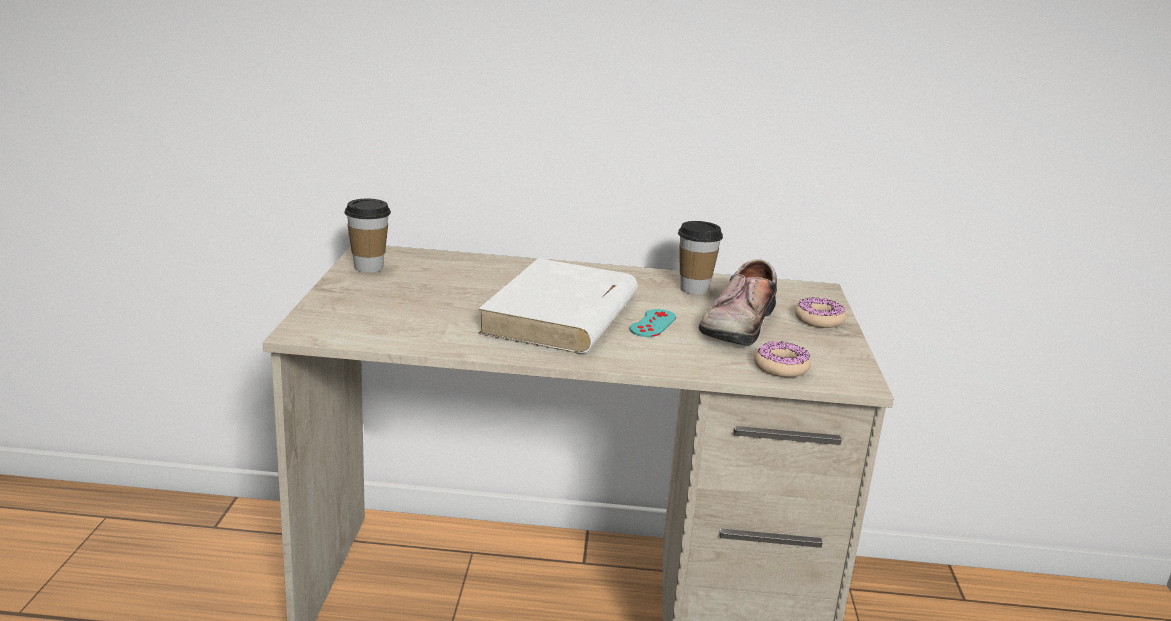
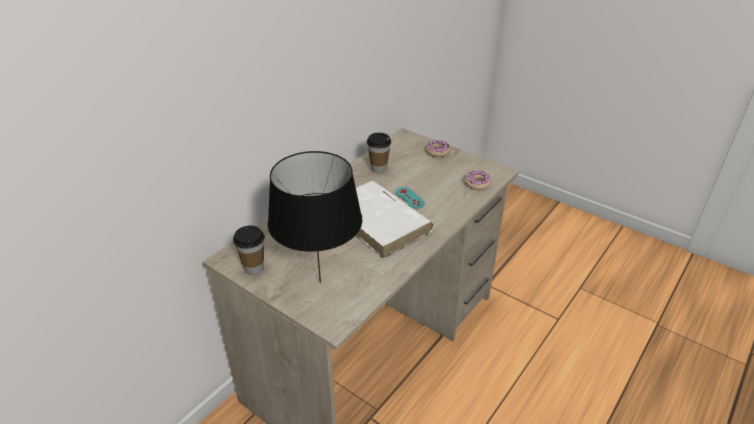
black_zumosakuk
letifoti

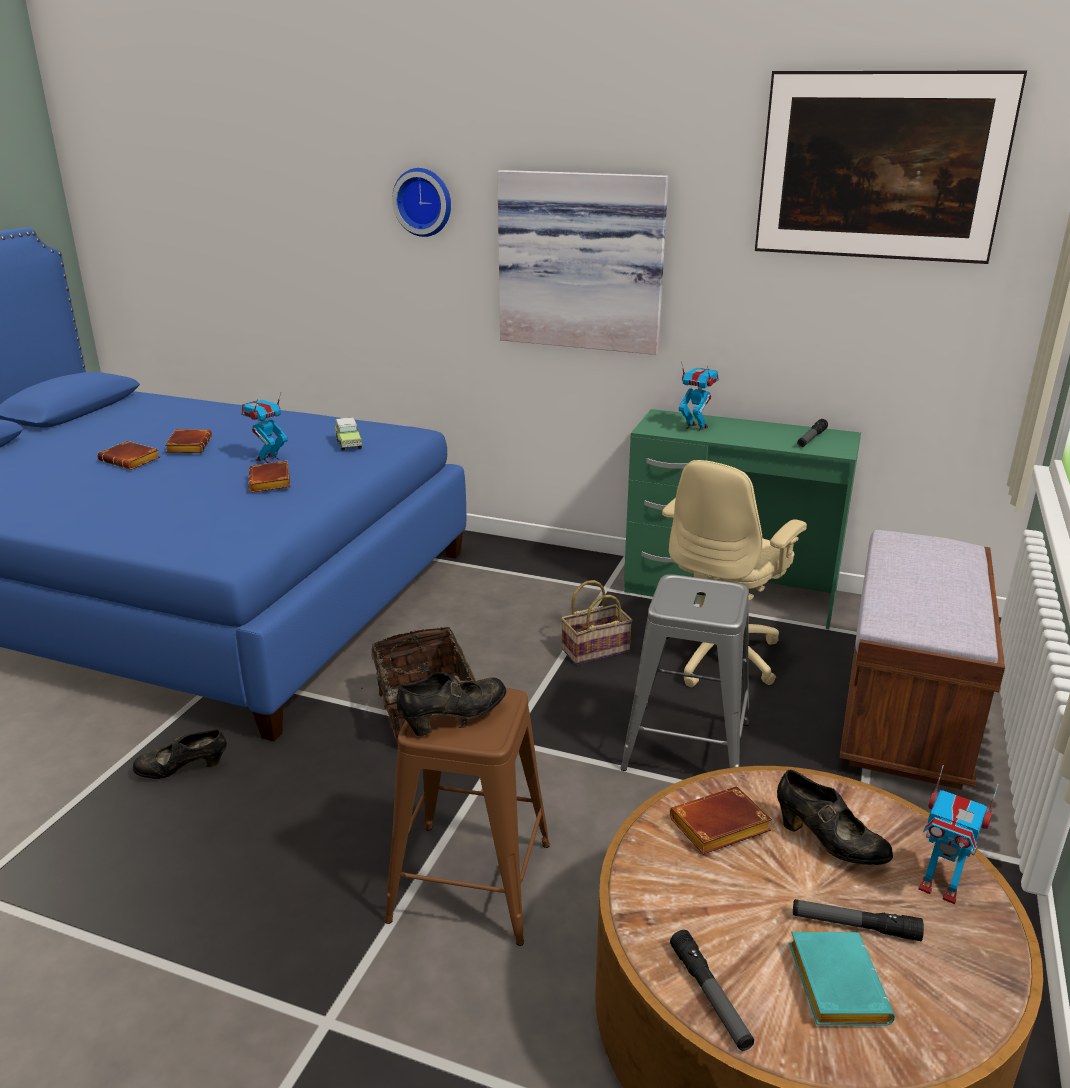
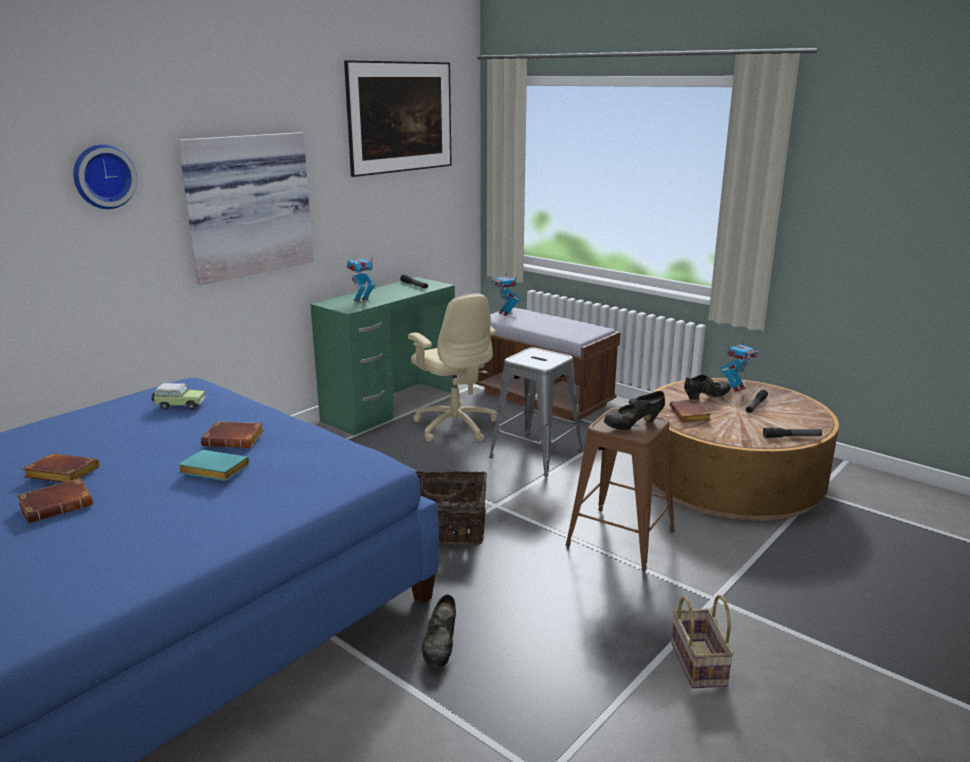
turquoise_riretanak
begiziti (2nd from left)
black_letifoti (2nd from left)
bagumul (2nd from left)

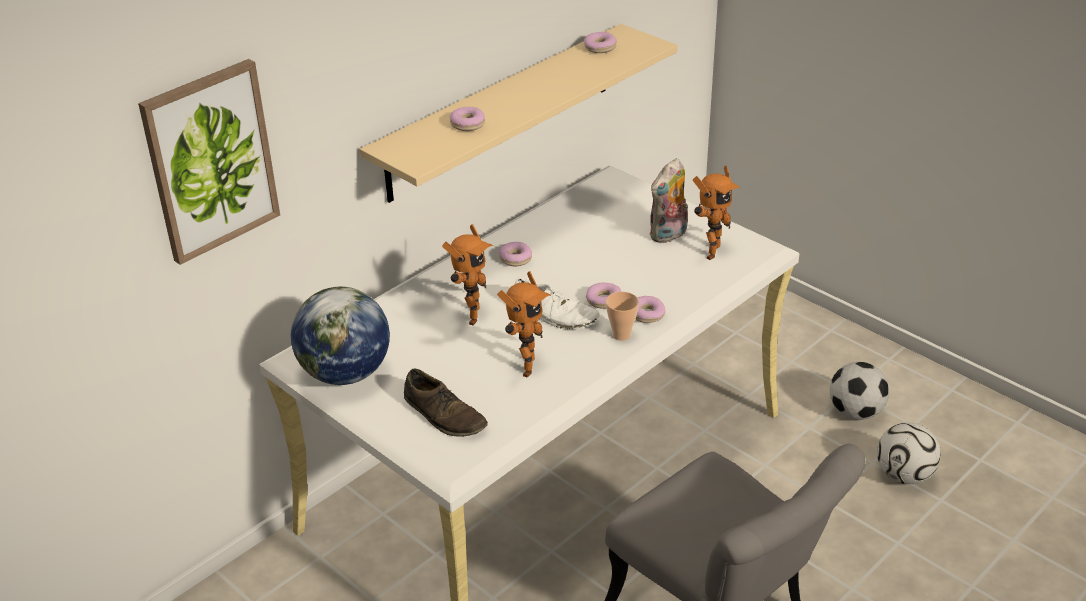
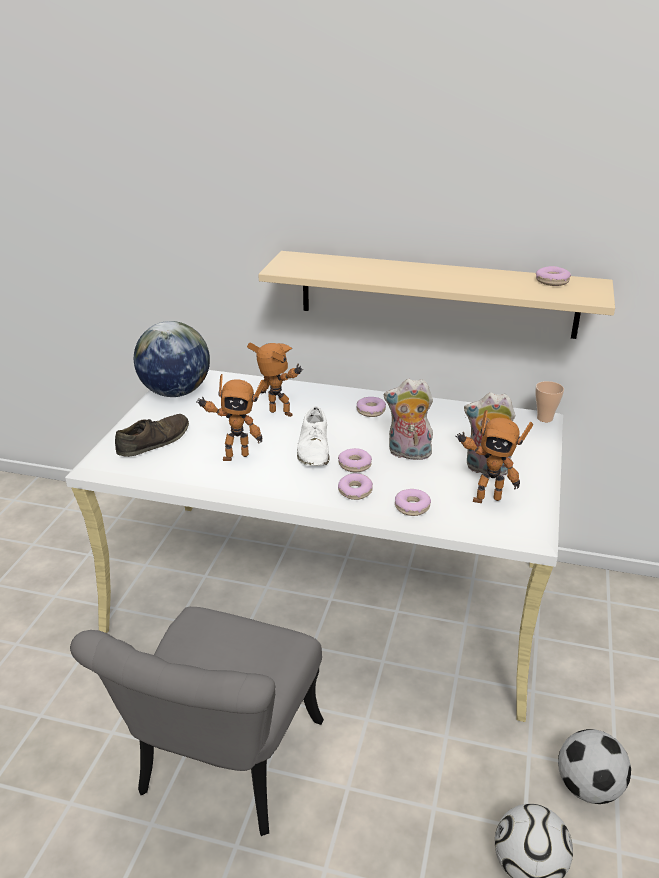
brown_letifoti
begiziti (2nd from left)
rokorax (1st from left)
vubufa (4th from left)
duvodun
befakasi

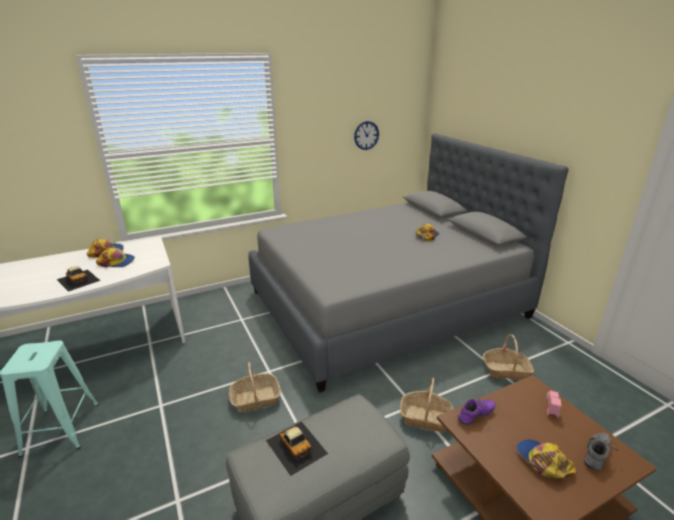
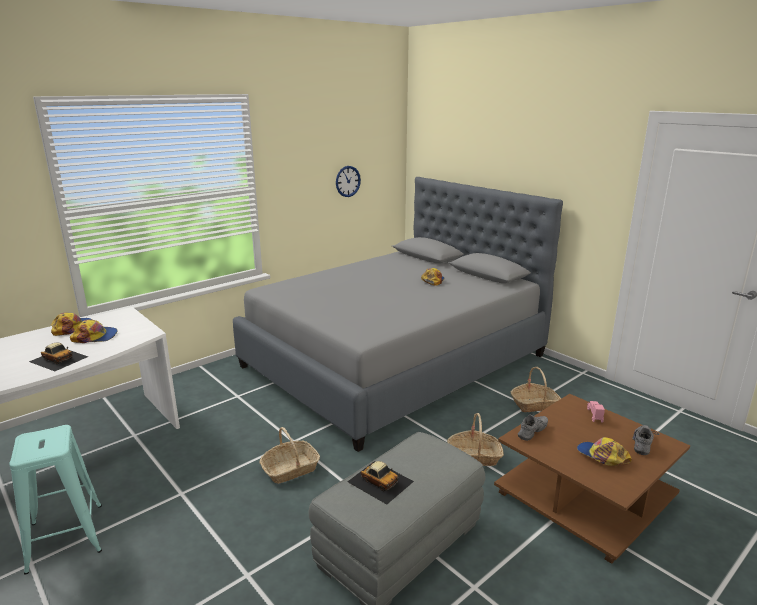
grey_letifoti (1st from left)

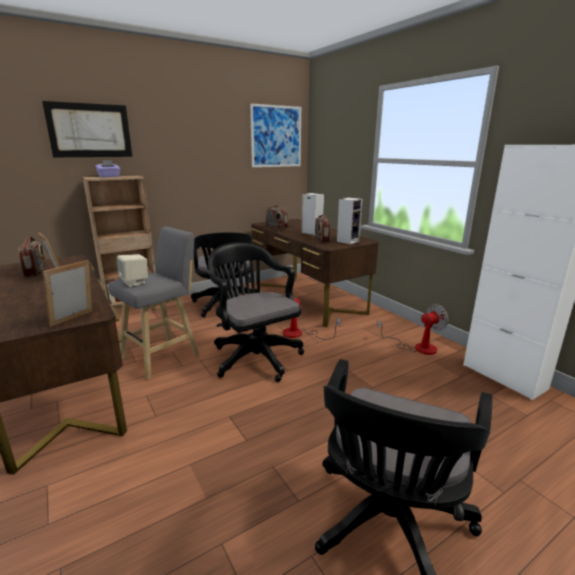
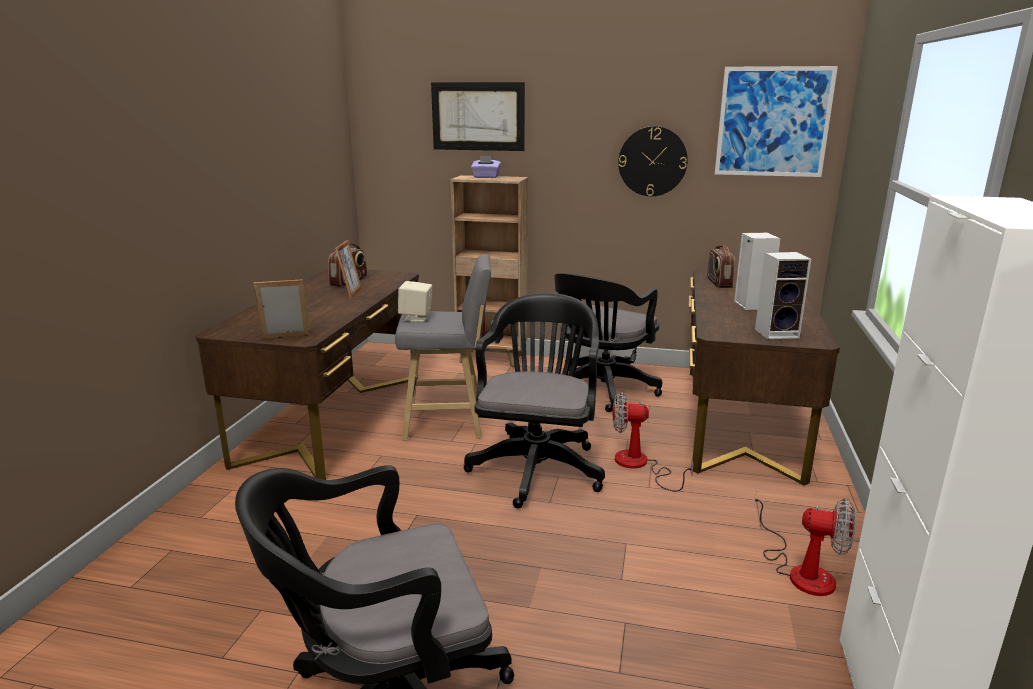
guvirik
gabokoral (3rd from left in the first image)

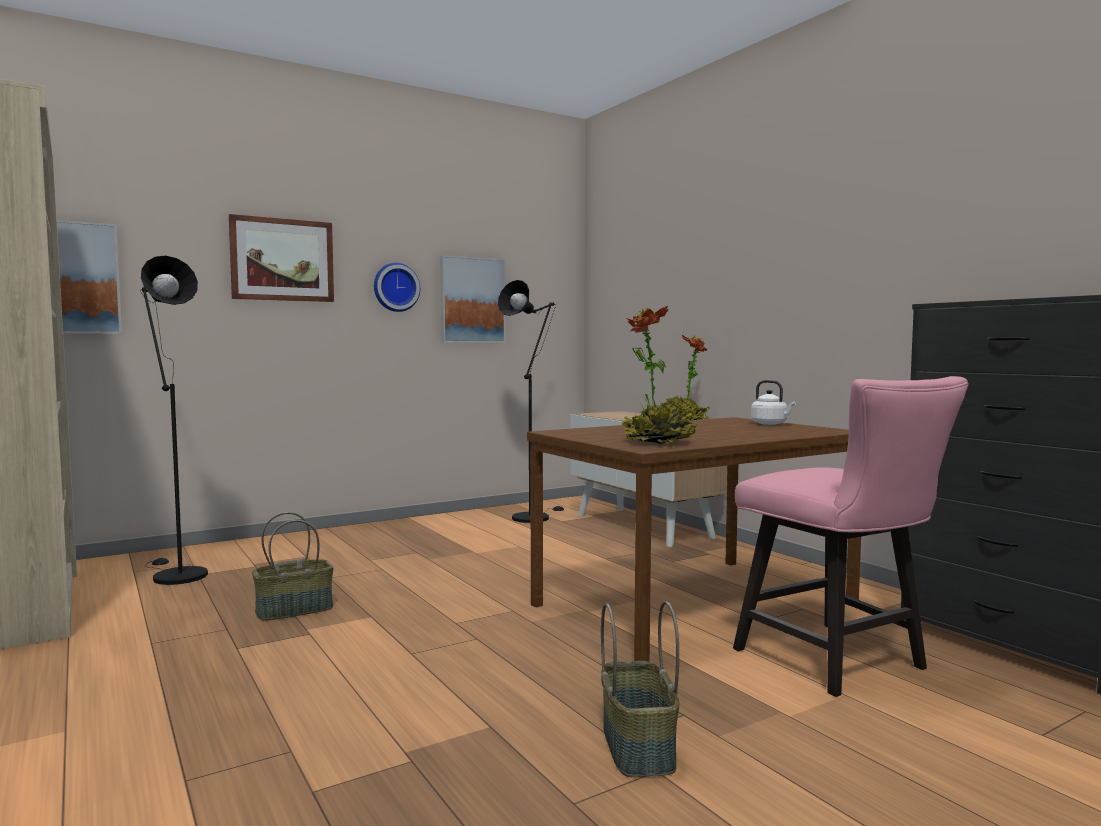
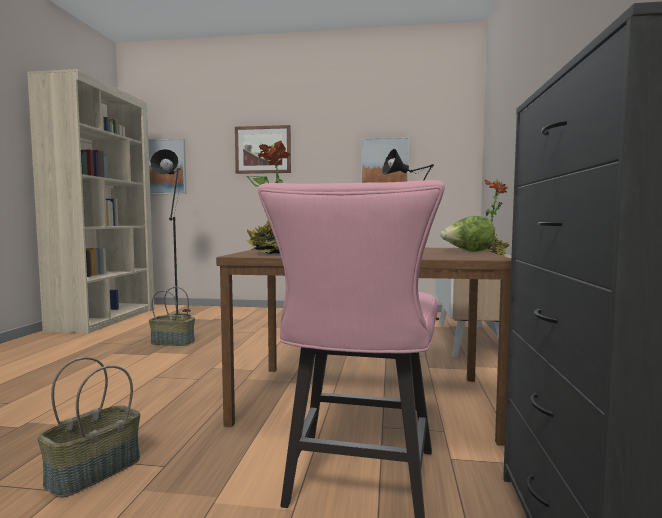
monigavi
guvirik

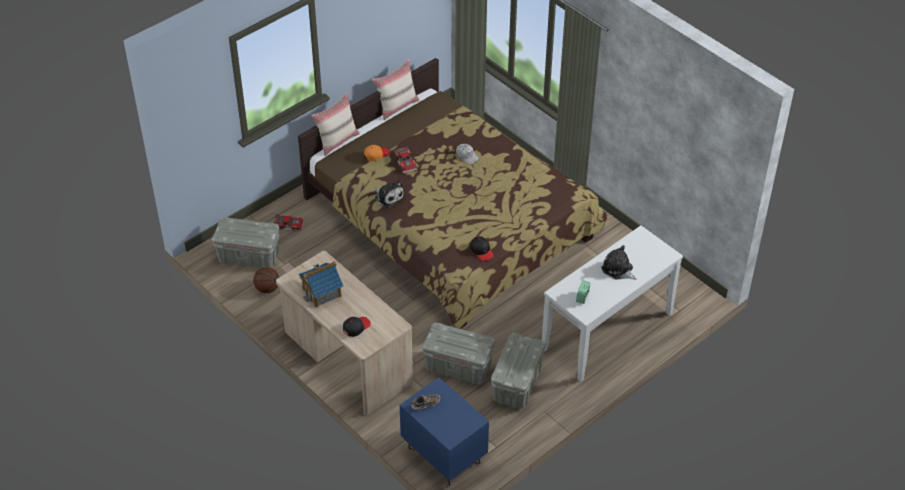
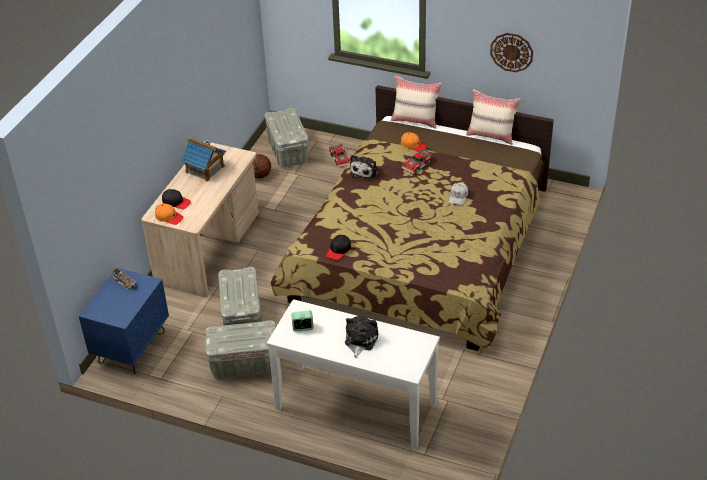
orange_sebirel (1st from left)
guvirik

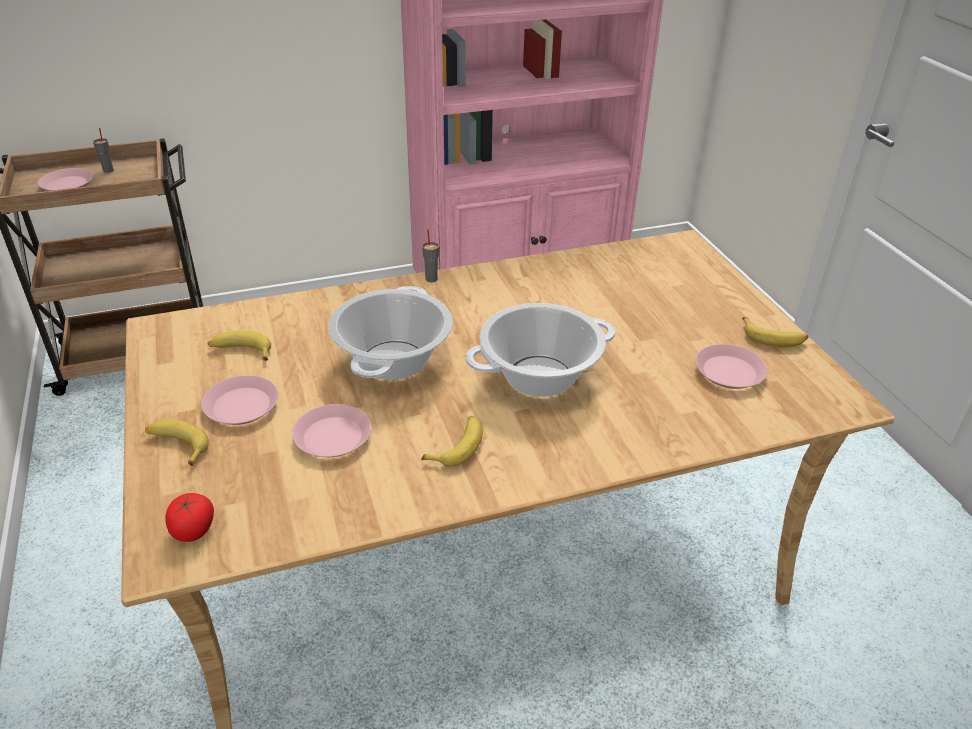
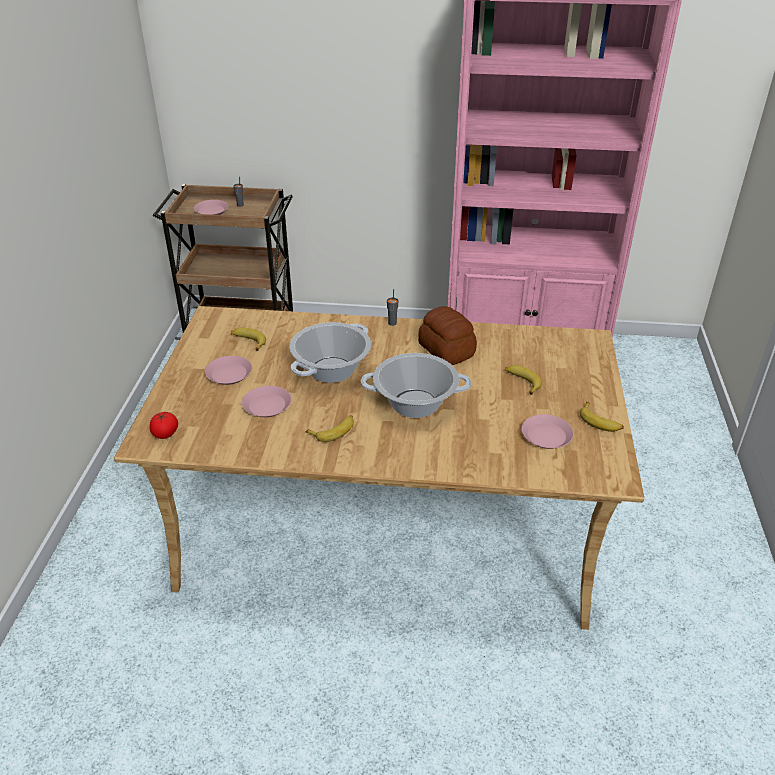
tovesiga
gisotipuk (3rd from left)

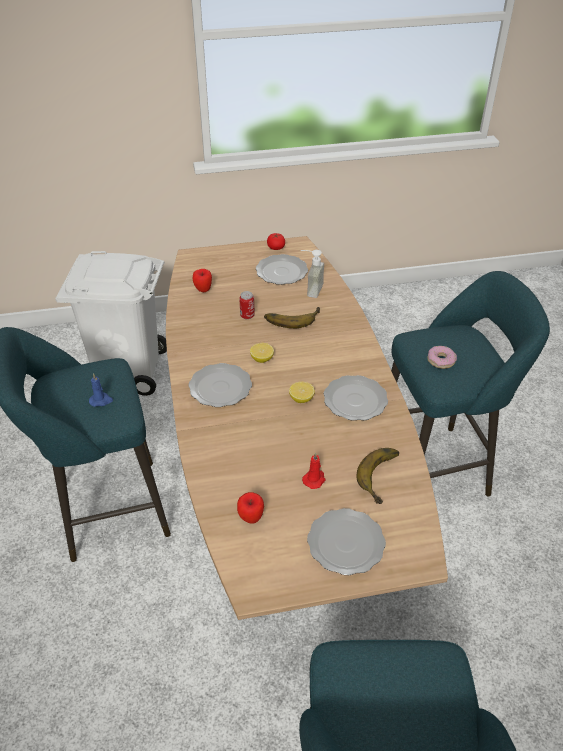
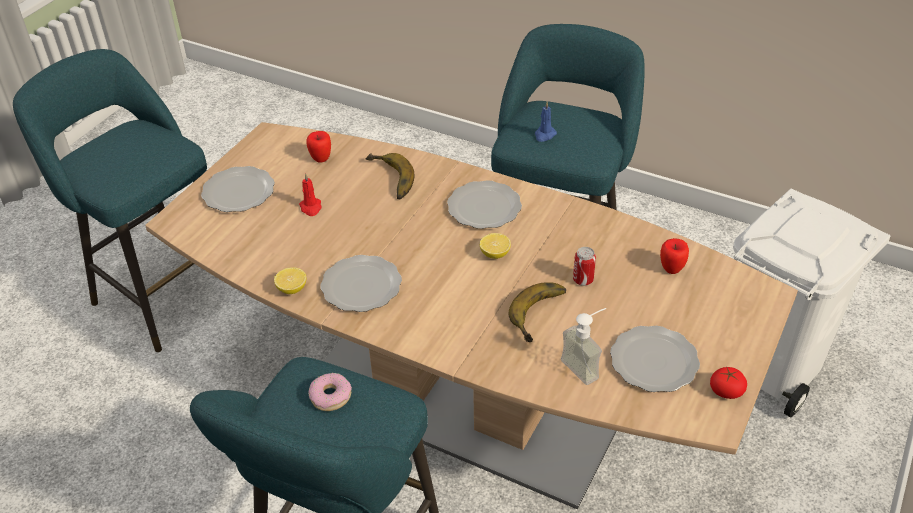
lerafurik (1st from left)
gisotipuk (1st from left)

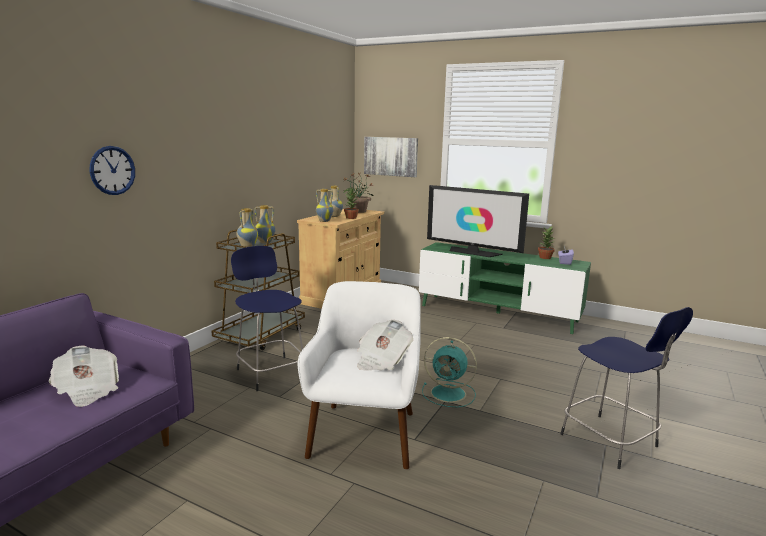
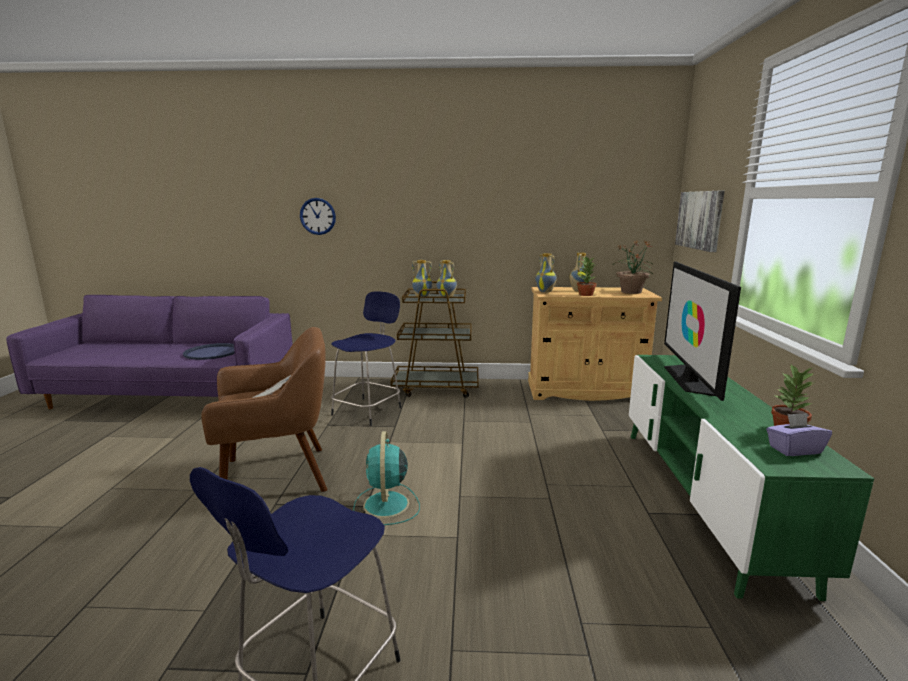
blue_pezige
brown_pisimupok

